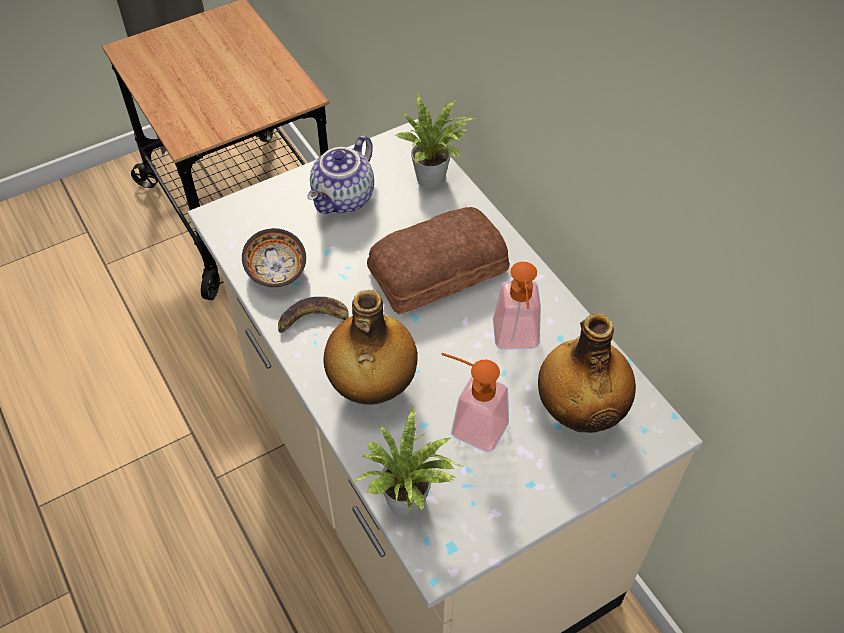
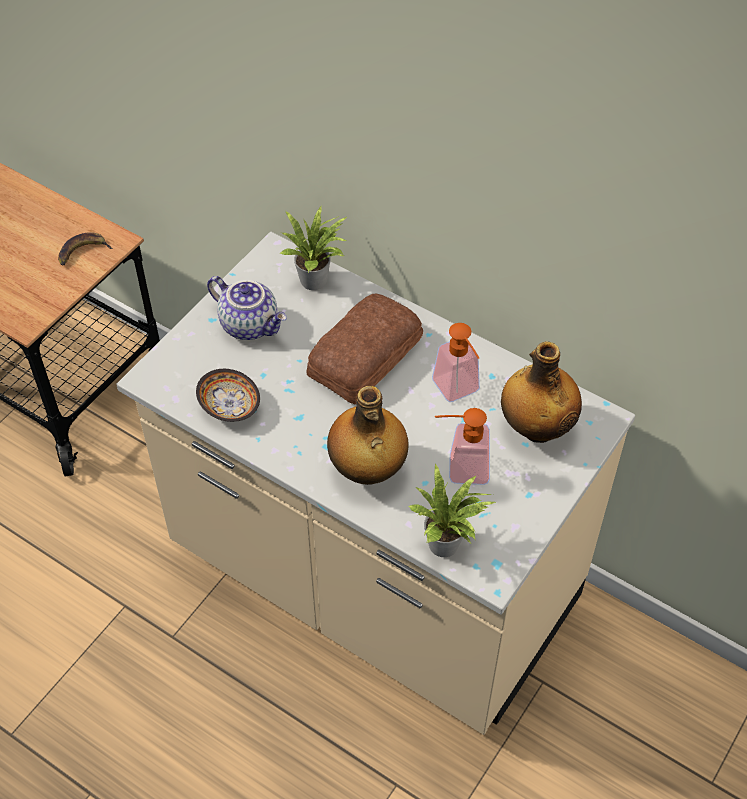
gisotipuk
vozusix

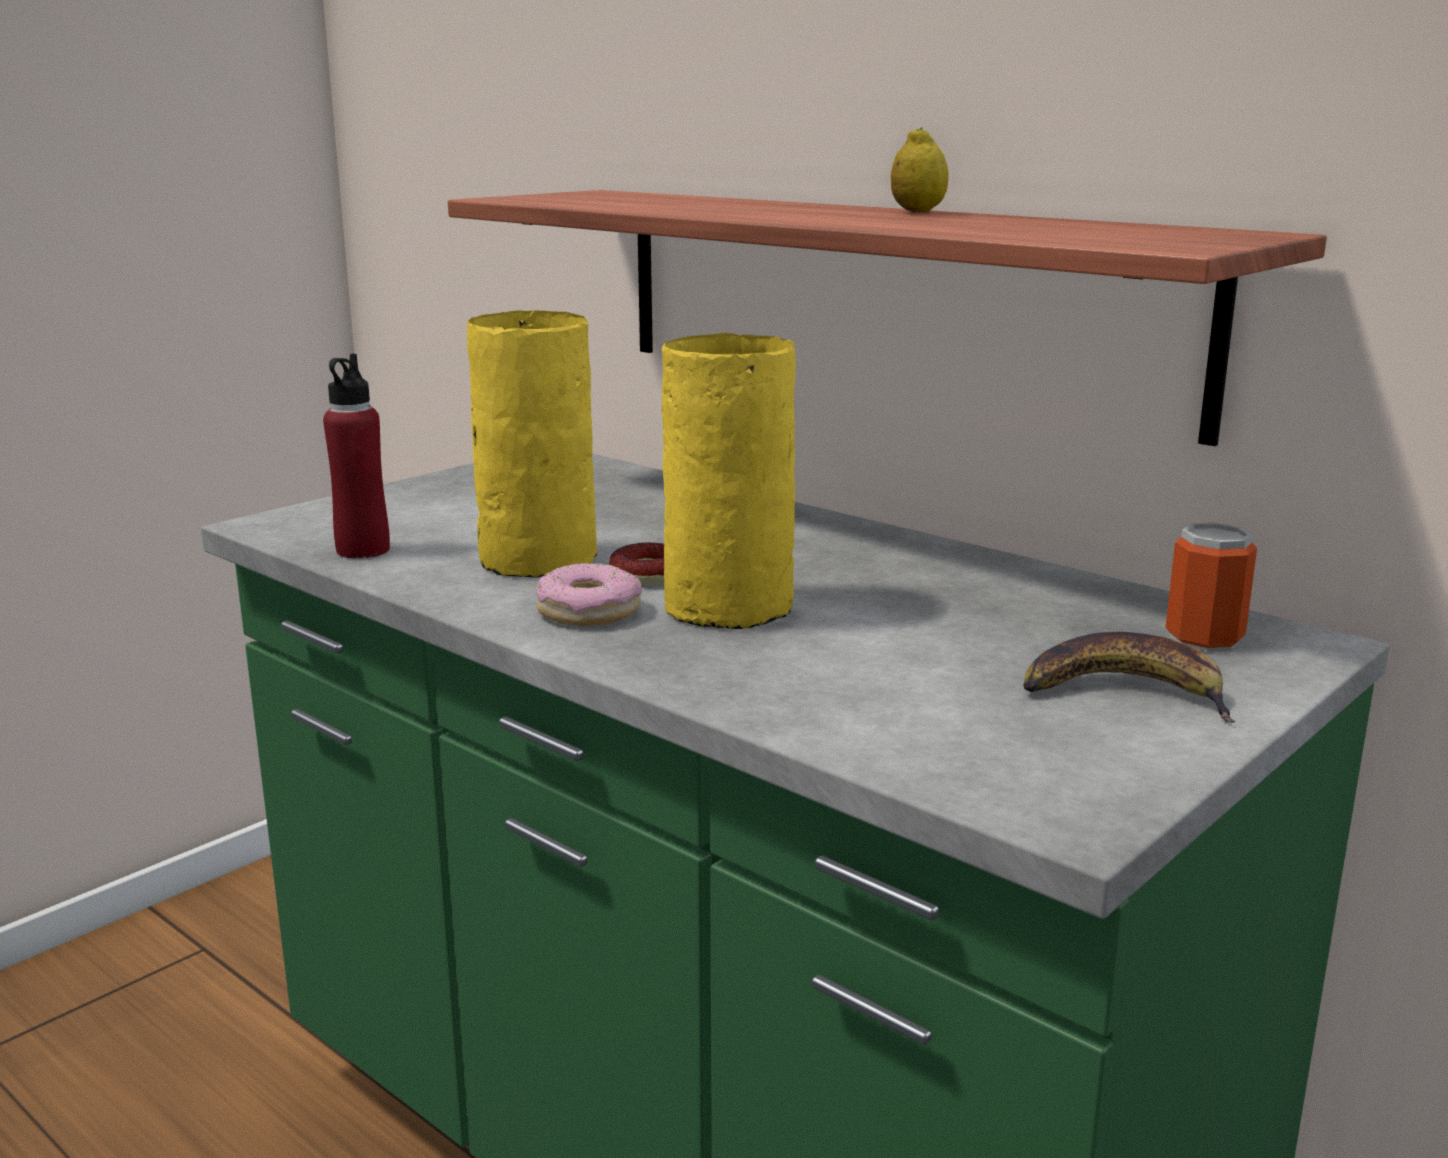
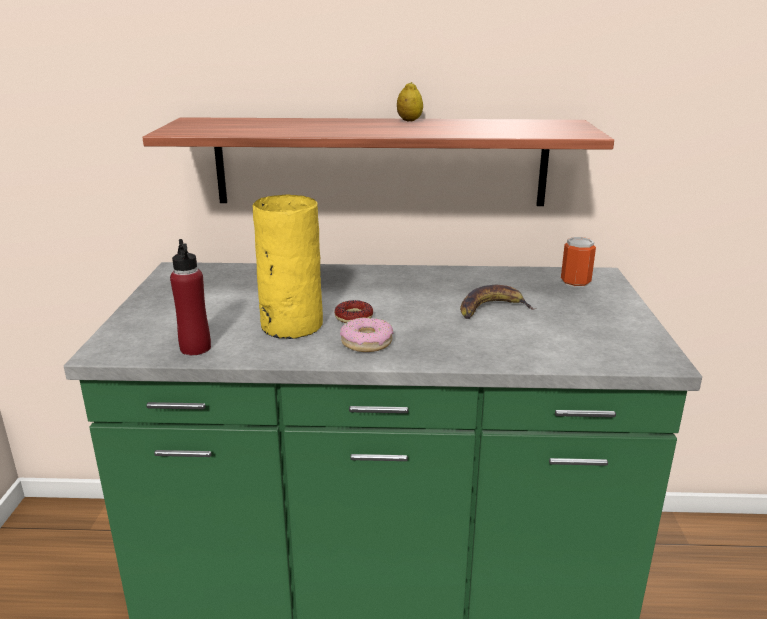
gisotipuk
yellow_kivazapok (2nd from left in the first image)

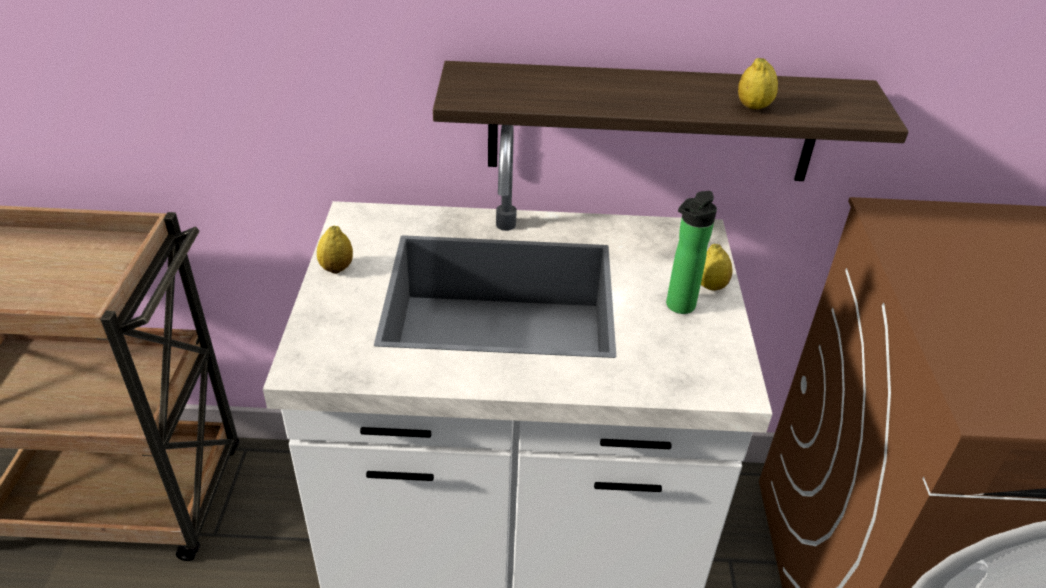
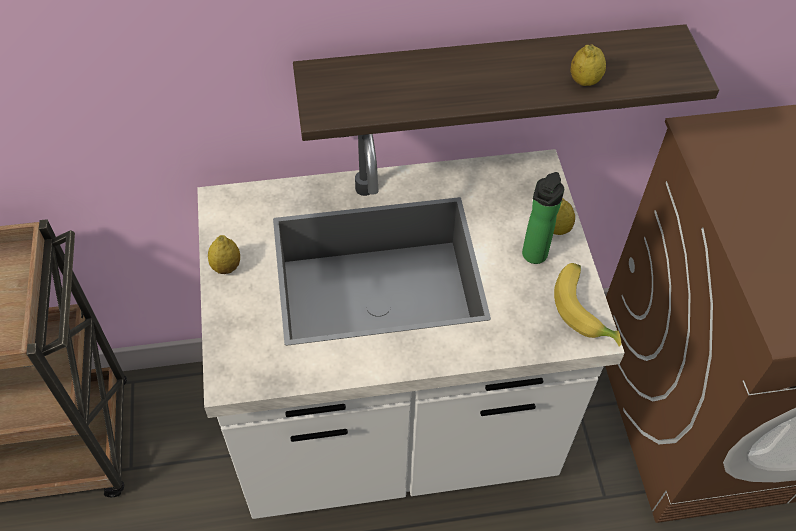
gisotipuk

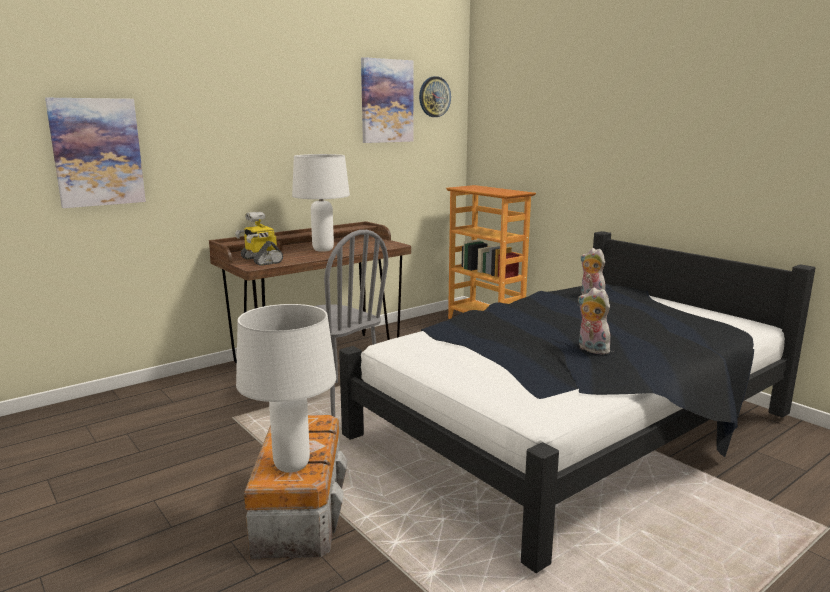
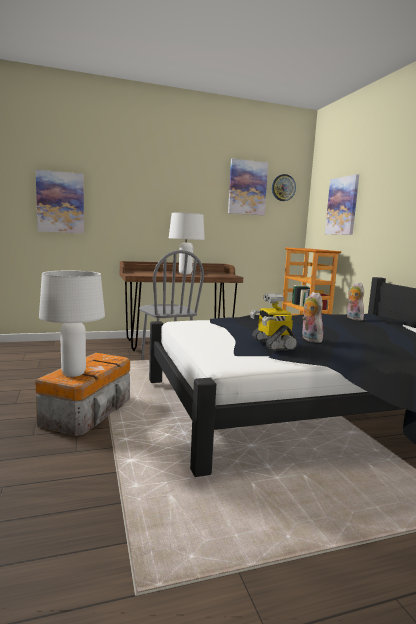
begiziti
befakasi (3rd from left)

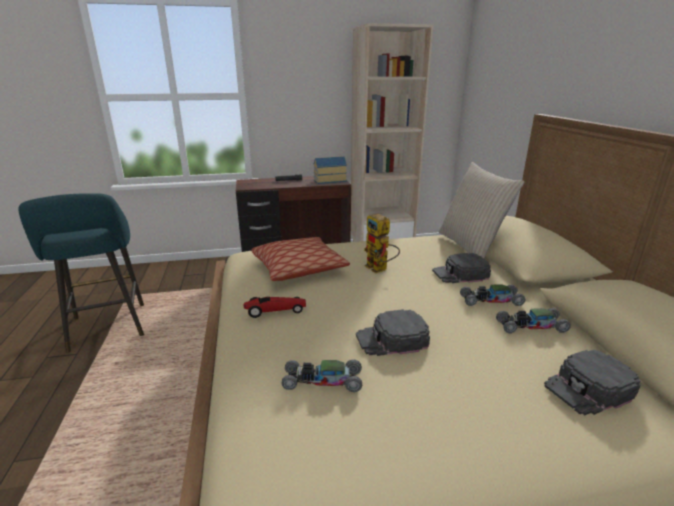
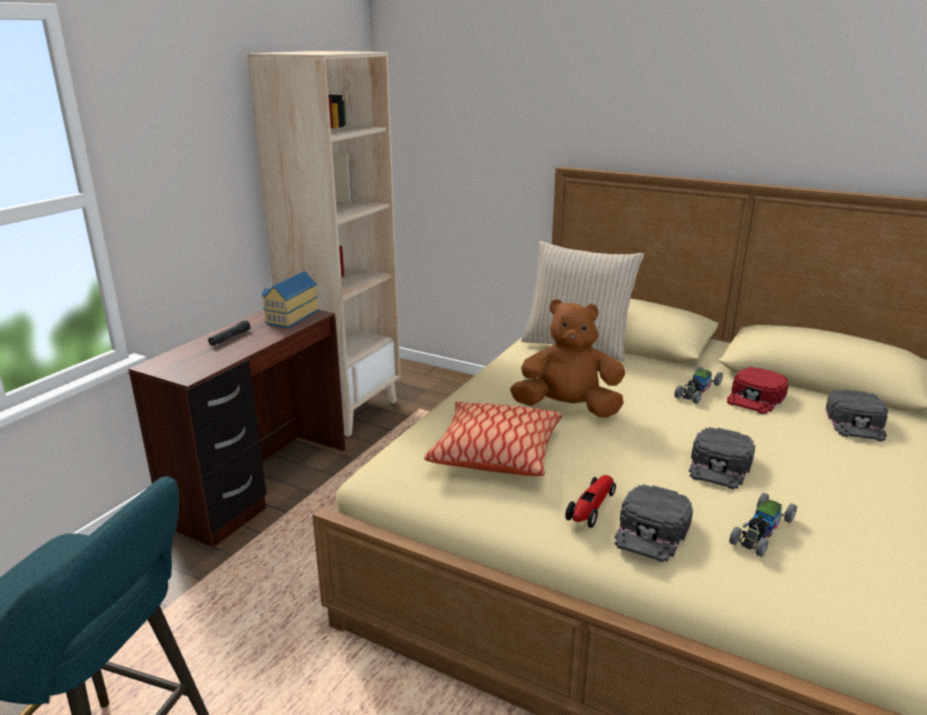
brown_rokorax
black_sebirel (1st from left)
red_sebirel

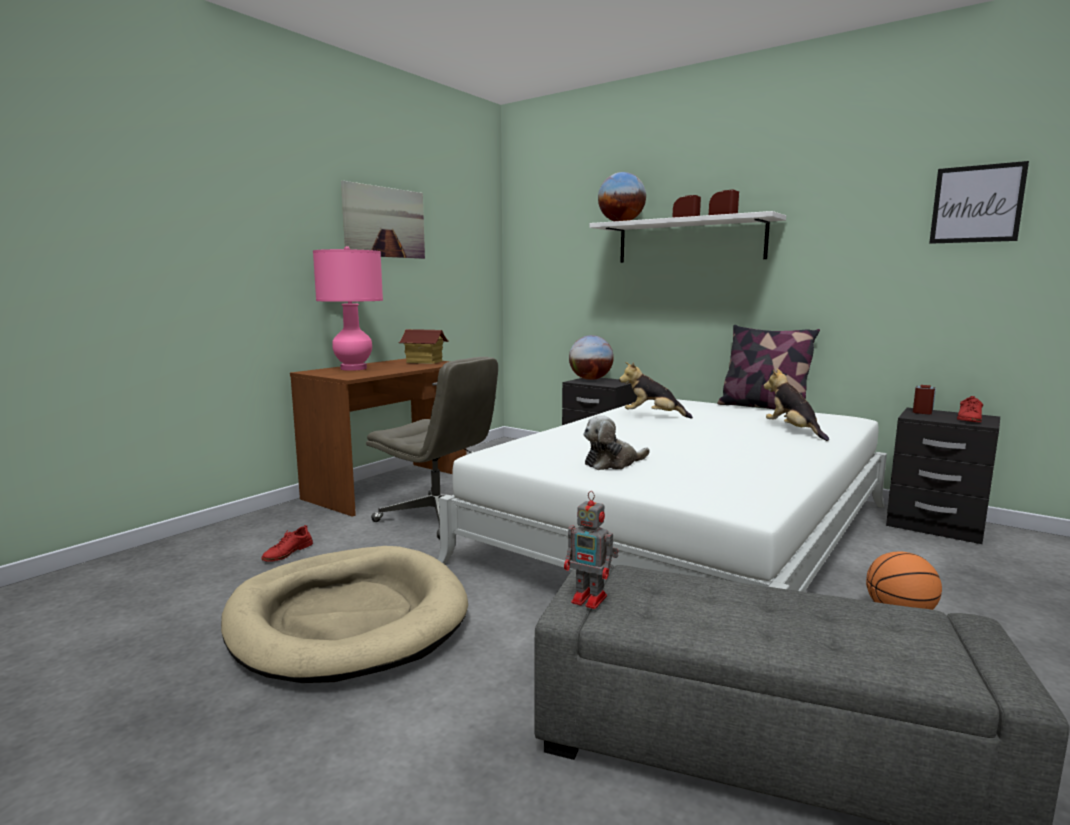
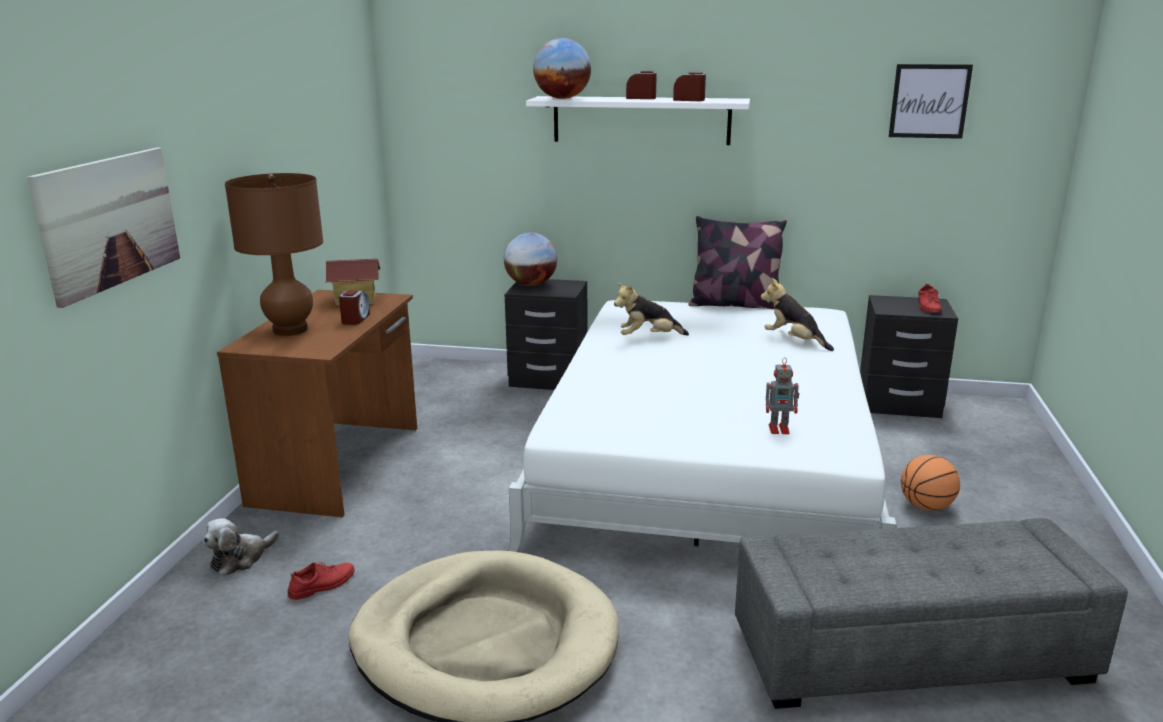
befakasi (1st from left)
rokorax (1st from left)
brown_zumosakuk
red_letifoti (1st from left)
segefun (1st from left)
begiziti
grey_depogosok

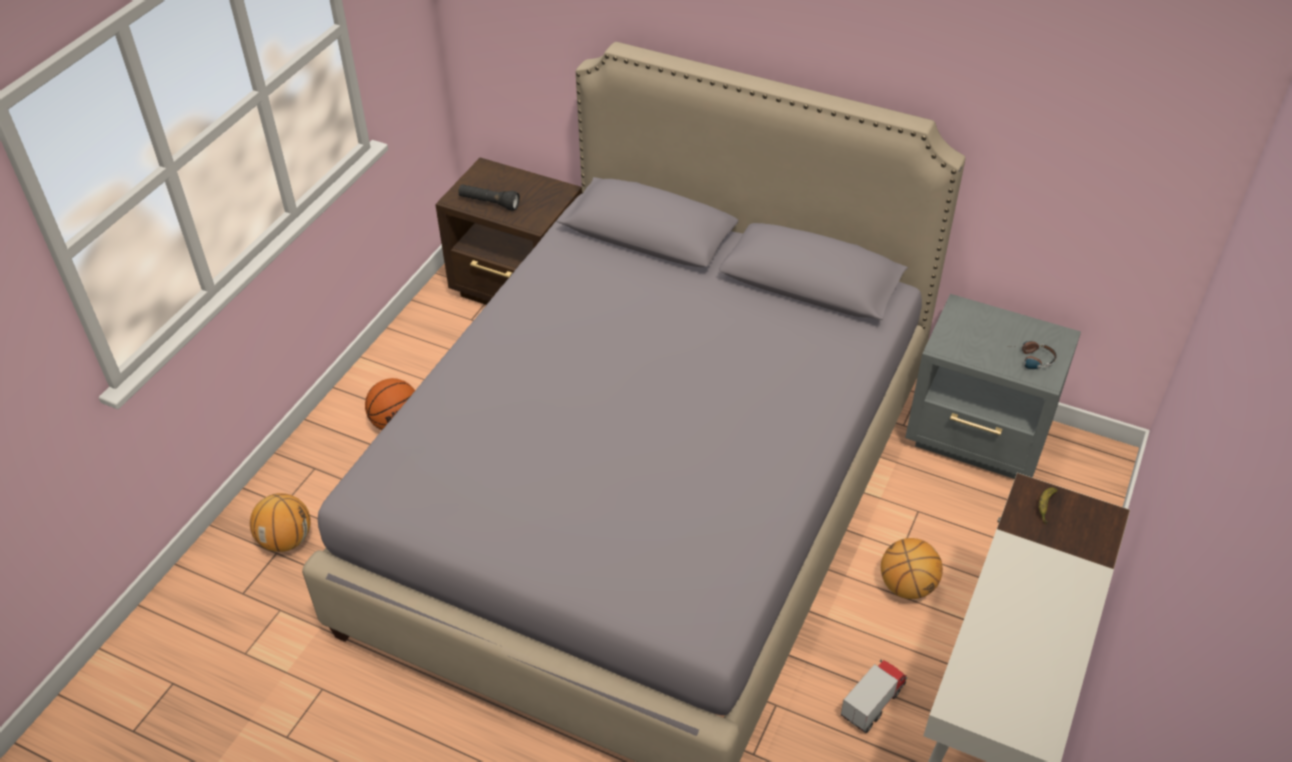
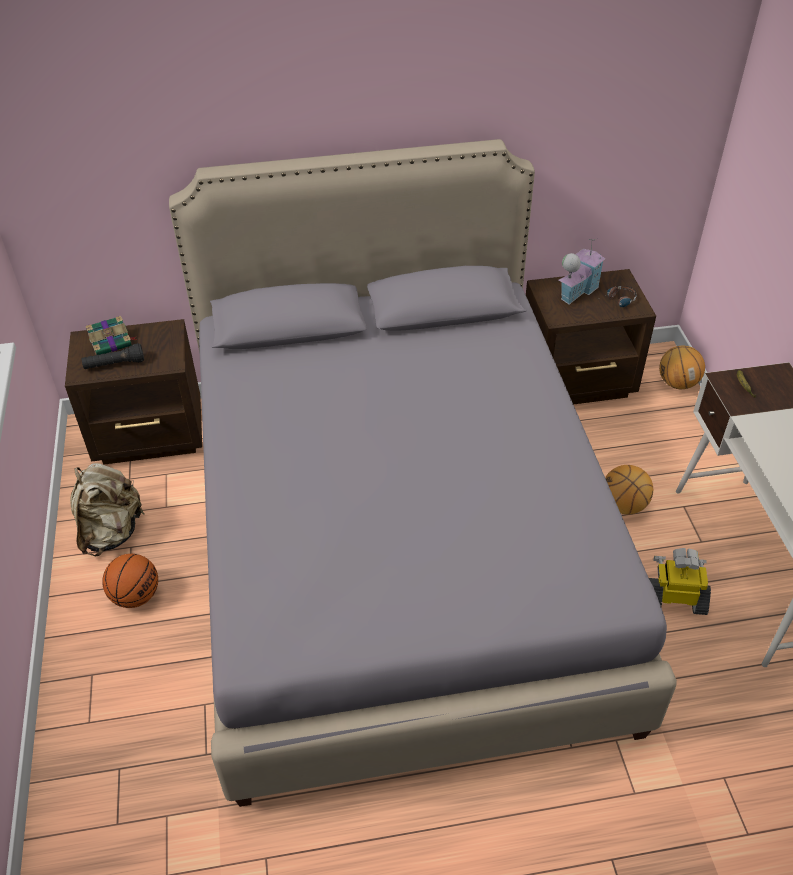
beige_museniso
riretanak
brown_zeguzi (2nd from left)
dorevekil
begiziti
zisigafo (3rd from left)

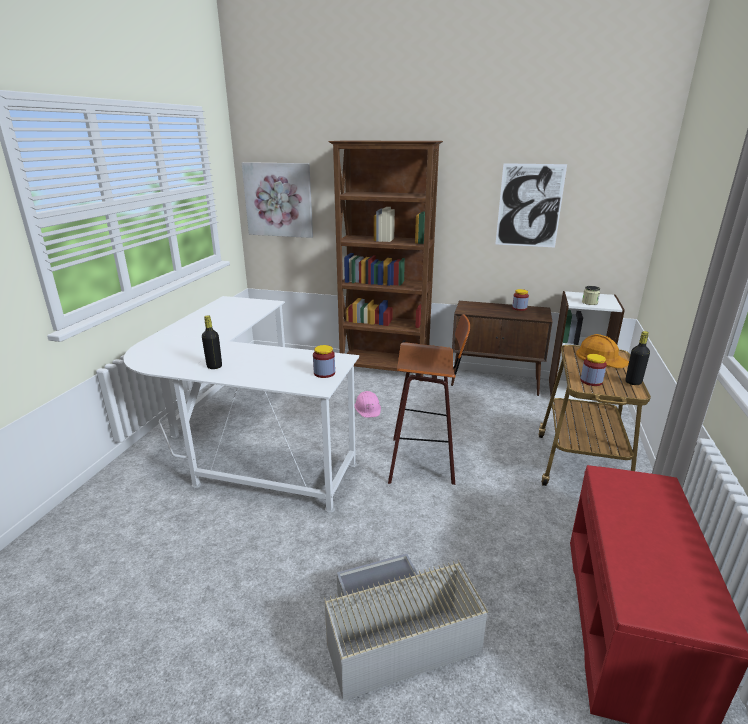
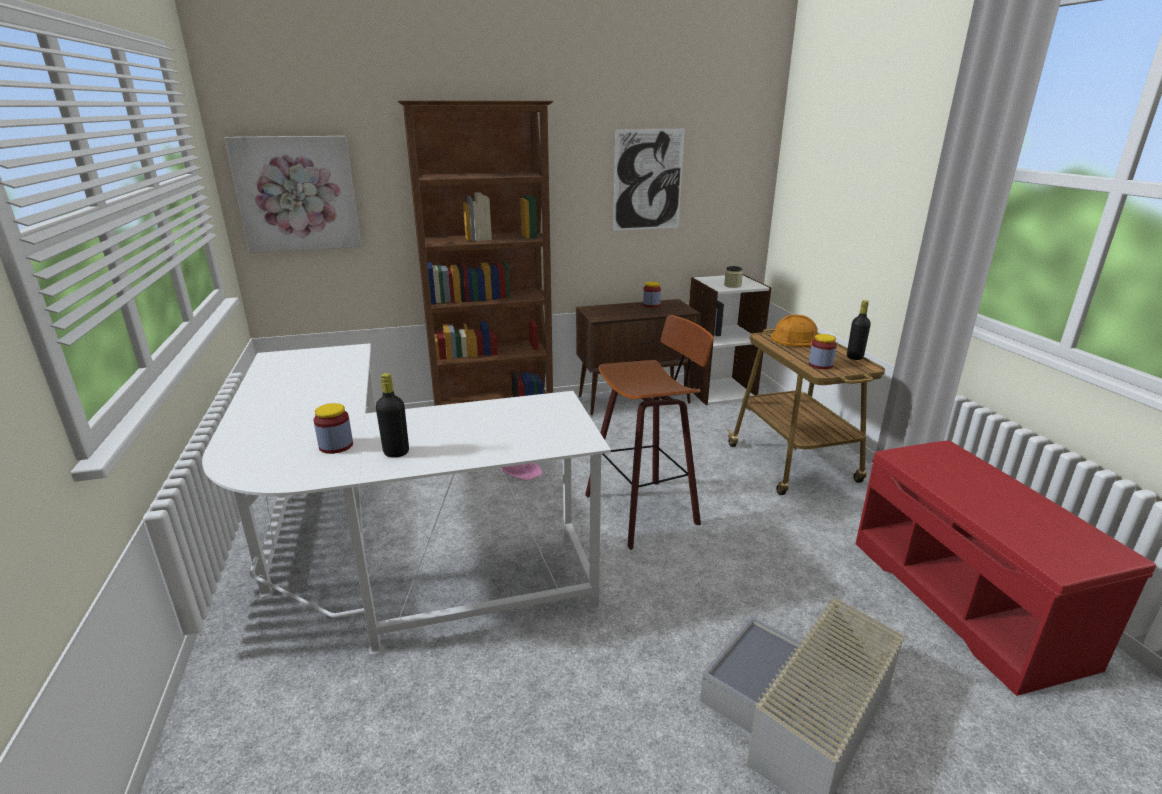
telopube (1st from left)

